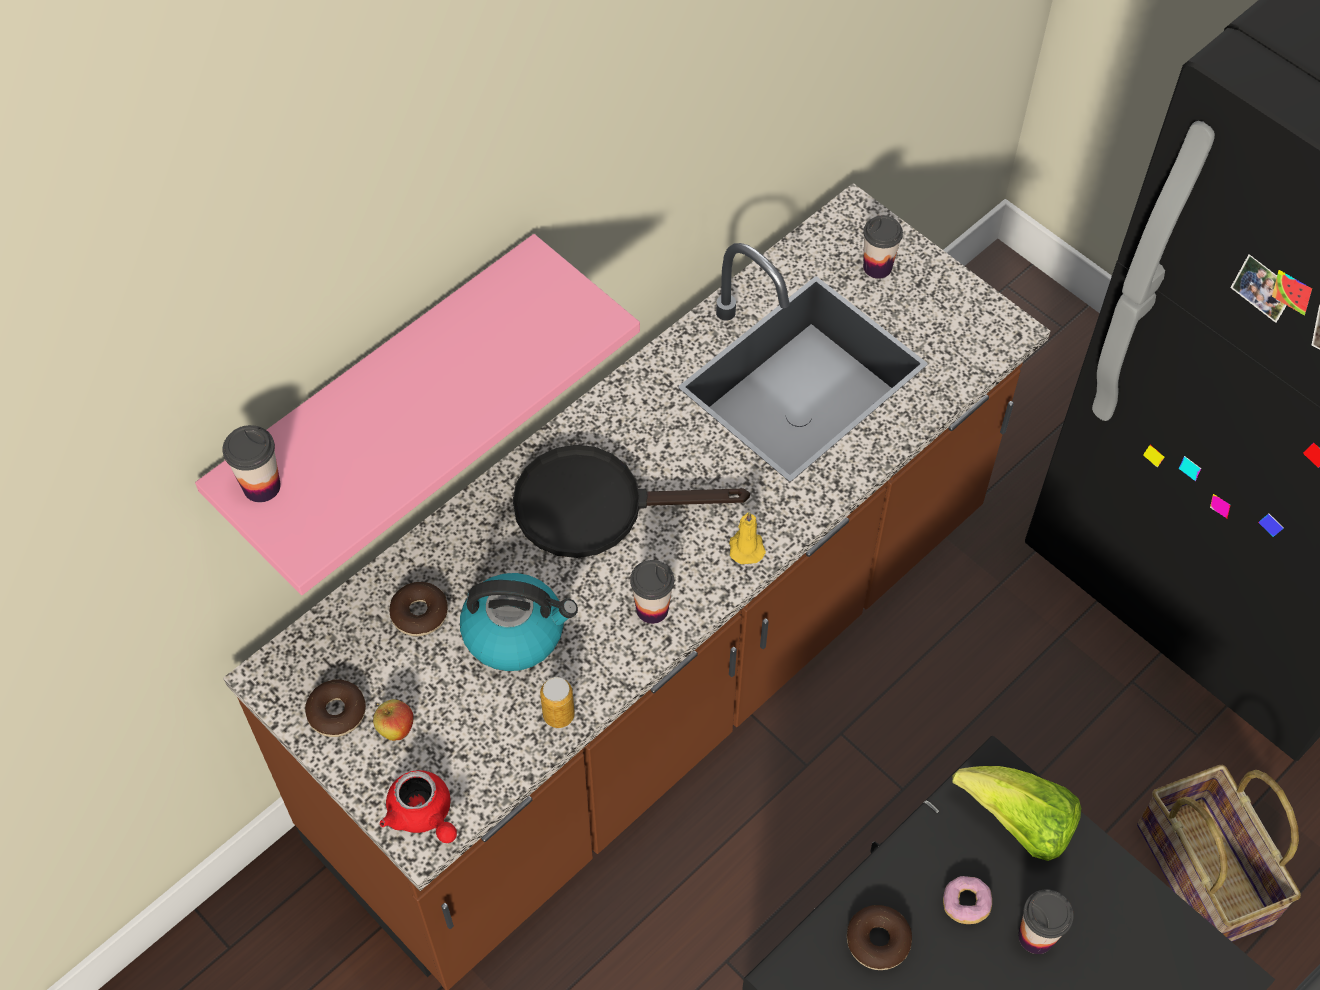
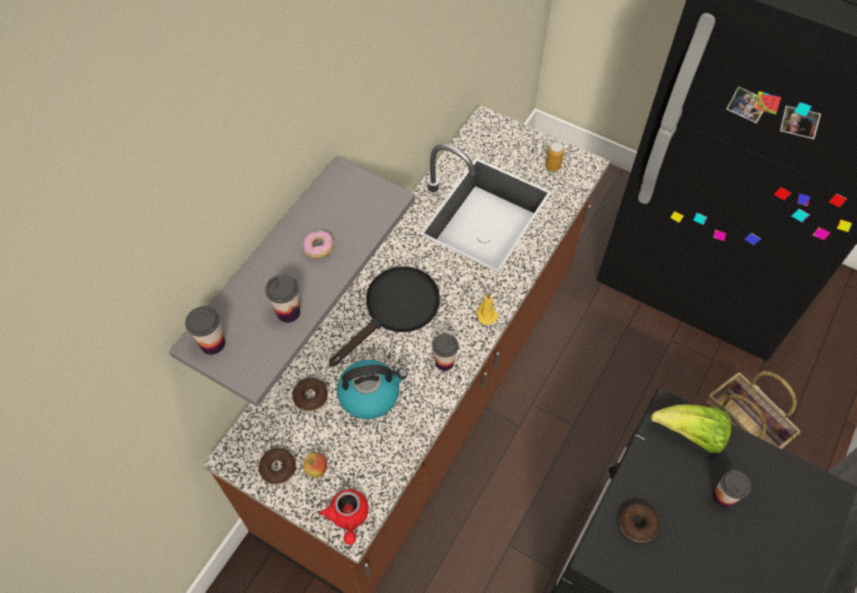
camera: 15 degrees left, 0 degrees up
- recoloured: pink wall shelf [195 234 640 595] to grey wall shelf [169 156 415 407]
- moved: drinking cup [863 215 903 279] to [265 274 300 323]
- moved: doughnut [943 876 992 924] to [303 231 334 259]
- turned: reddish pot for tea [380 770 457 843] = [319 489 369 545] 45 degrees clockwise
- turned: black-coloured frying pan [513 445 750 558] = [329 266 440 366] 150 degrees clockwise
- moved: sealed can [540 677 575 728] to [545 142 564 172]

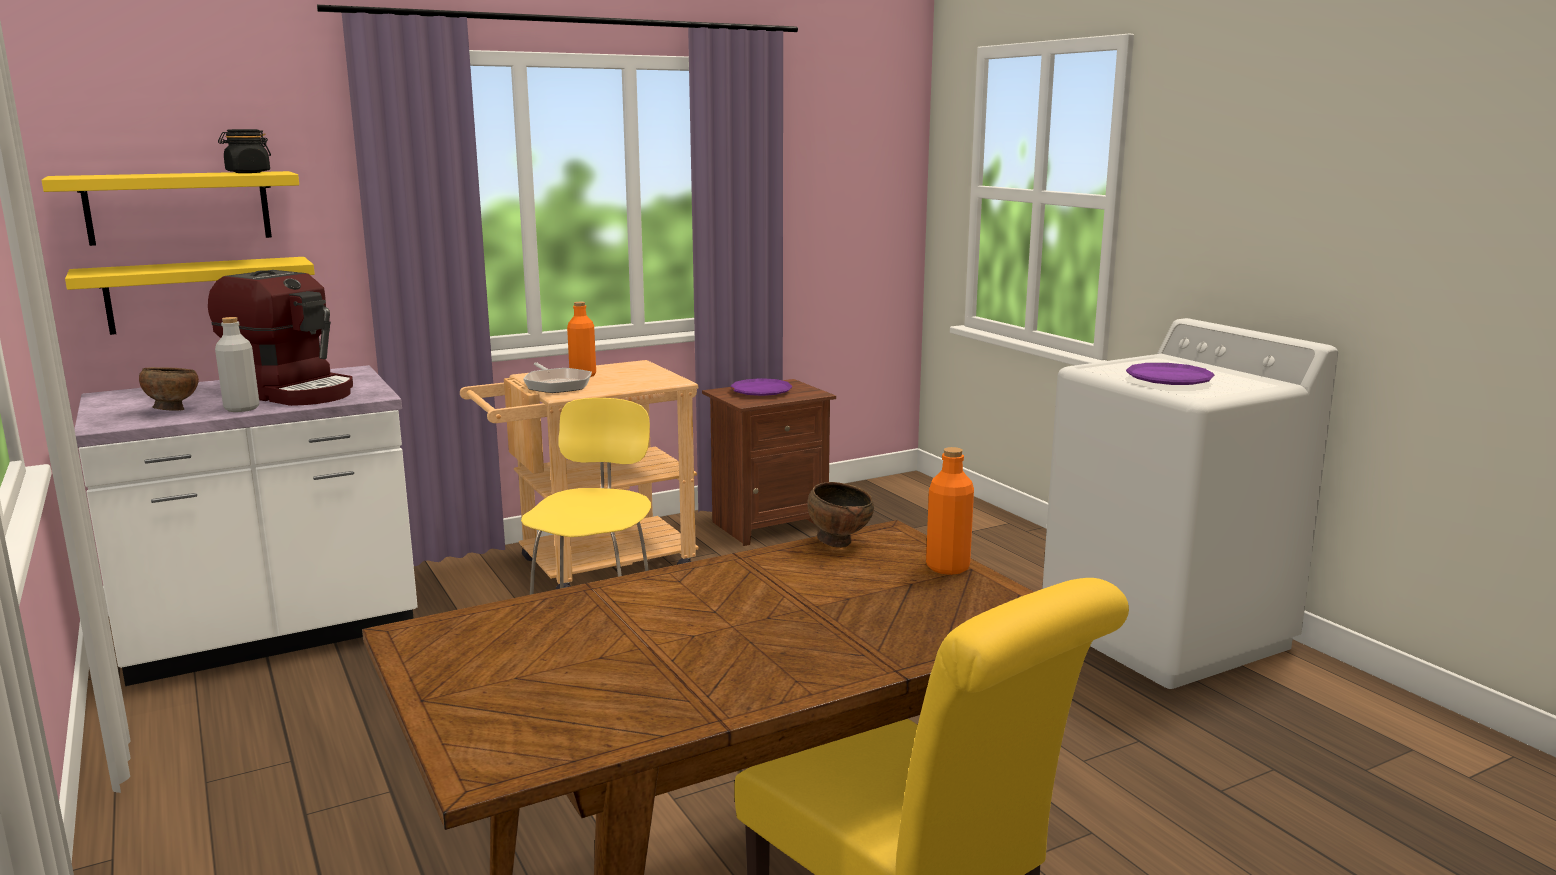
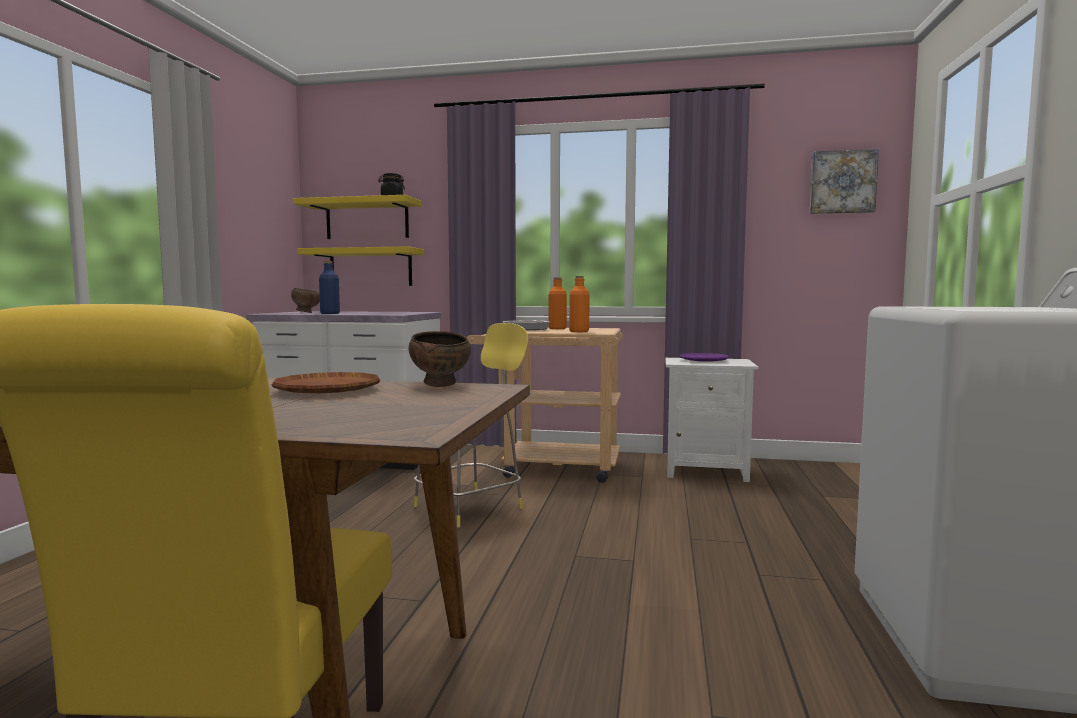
camera: 40 degrees right, 10 degrees down
- added: brown-coloured plate [272 372 380 394]
- recoloured: grey drink bottle [215 317 260 412] to blue-coloured drink bottle [319 261 340 314]
- moved: orange drink bottle [926 447 974 575] to [569 276 590 332]
- recoloured: brown-coloured nightstand [702 379 836 546] to white nightstand [665 358 758 482]
- added: wall picture [810 149 879 214]
- removed: coffee machine [208 270 353 406]
- removed: purplish plate [1126 363 1214 385]

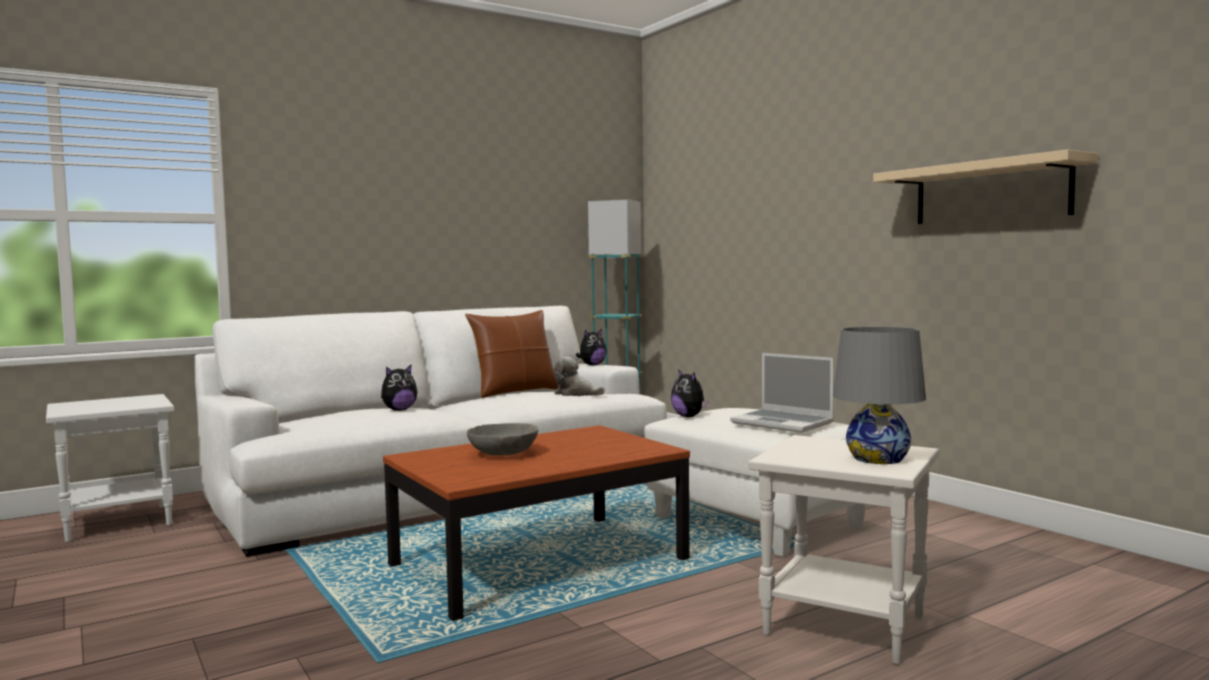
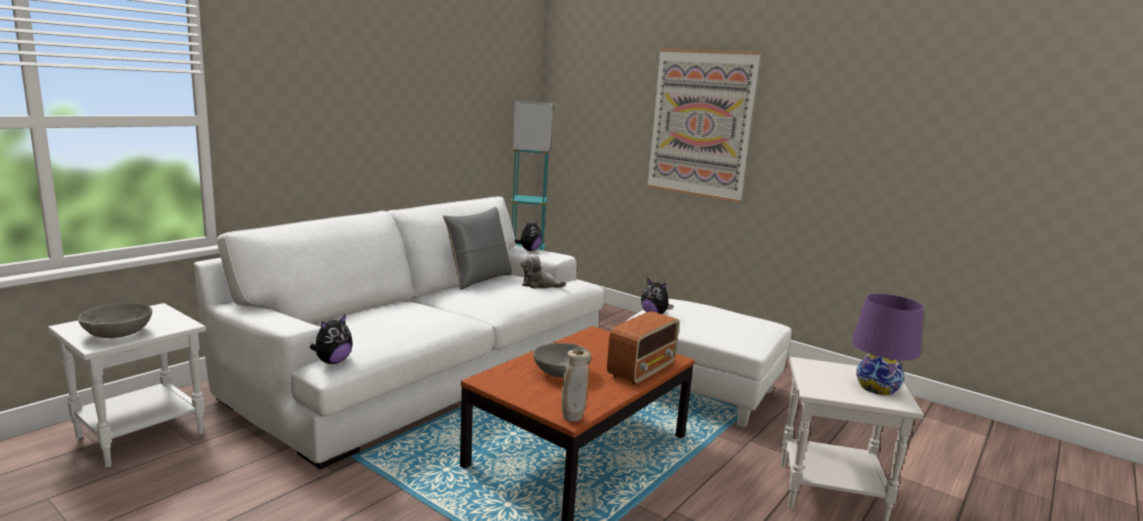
camera: 20 degrees left, 10 degrees up
- added: grey bowl [78 303 152 338]
- moved: cuddly toy [381 365 417 411] to [310 314 353 364]
- recoloured: brown-coloured pillow [465 310 558 398] to grey pillow [443 207 512 290]
- added: beige decorative vase [561 350 590 422]
- added: radio [607 311 679 385]
- added: wall picture [647 48 761 203]
- recoloured: grey lamp for a table [833 327 926 464] to purplish lamp for a table [852 294 924 395]
- removed: notebook computer [730 353 834 433]
- removed: beige wall shelf [873 150 1099 224]

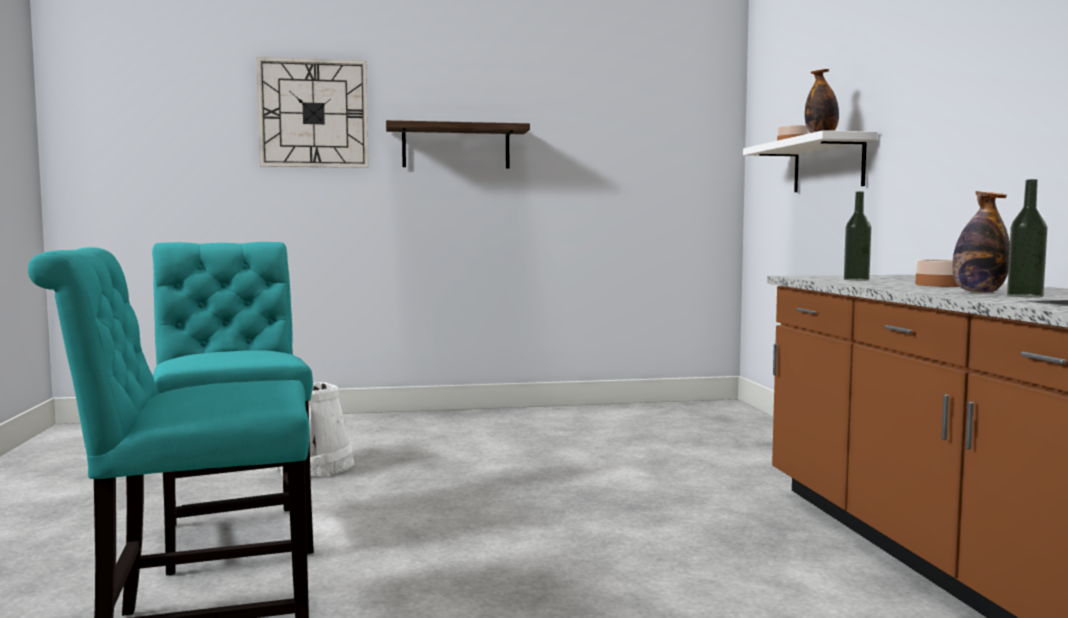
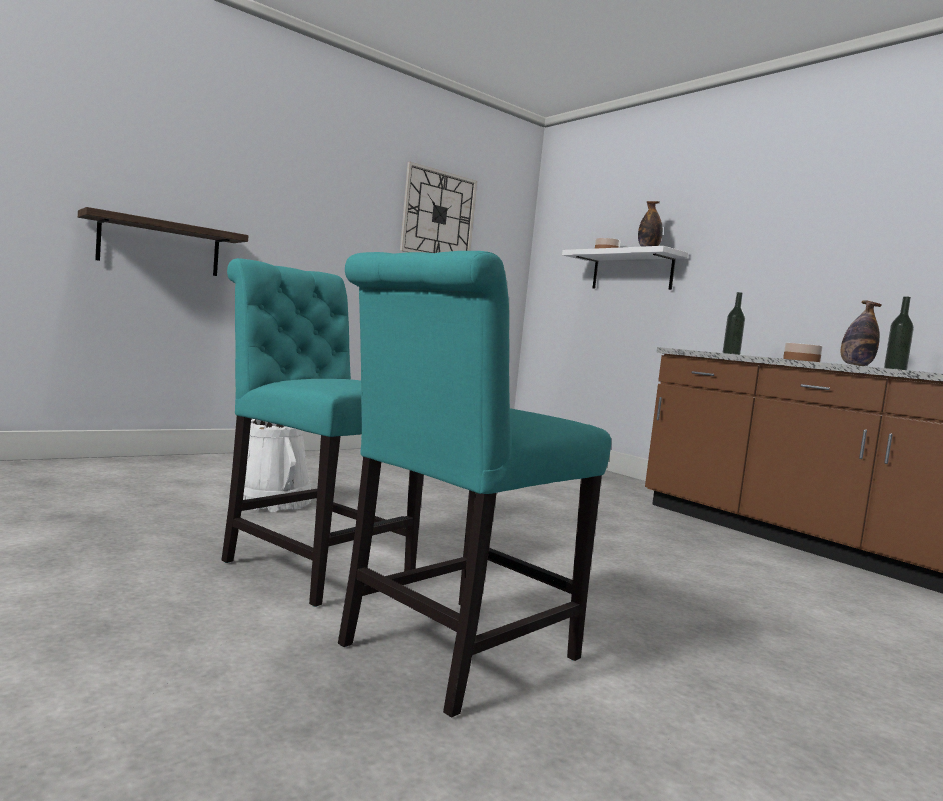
camera: 30 degrees left, 0 degrees up
- moved: wall shelf [386 120 530 169] to [78 207 248 276]
- moved: wall clock [257 57 369 168] to [400 162 477 253]

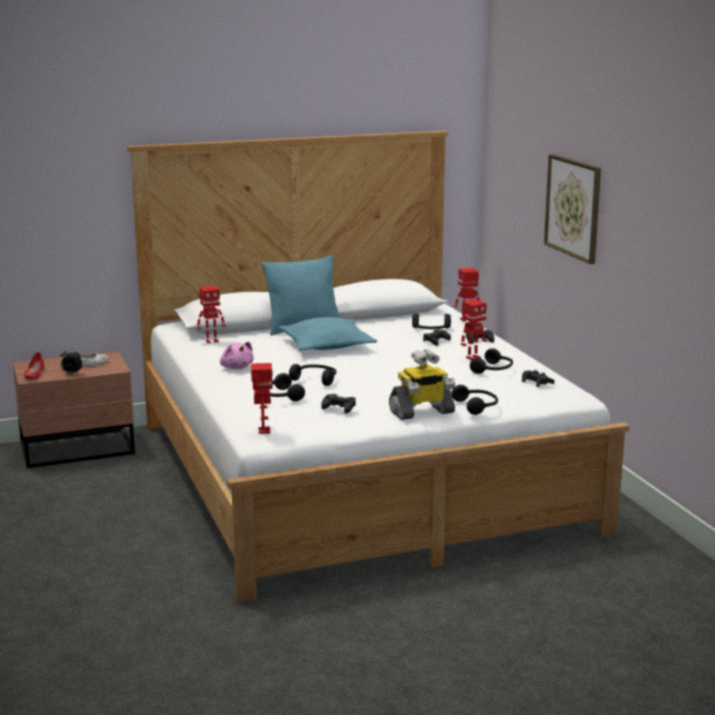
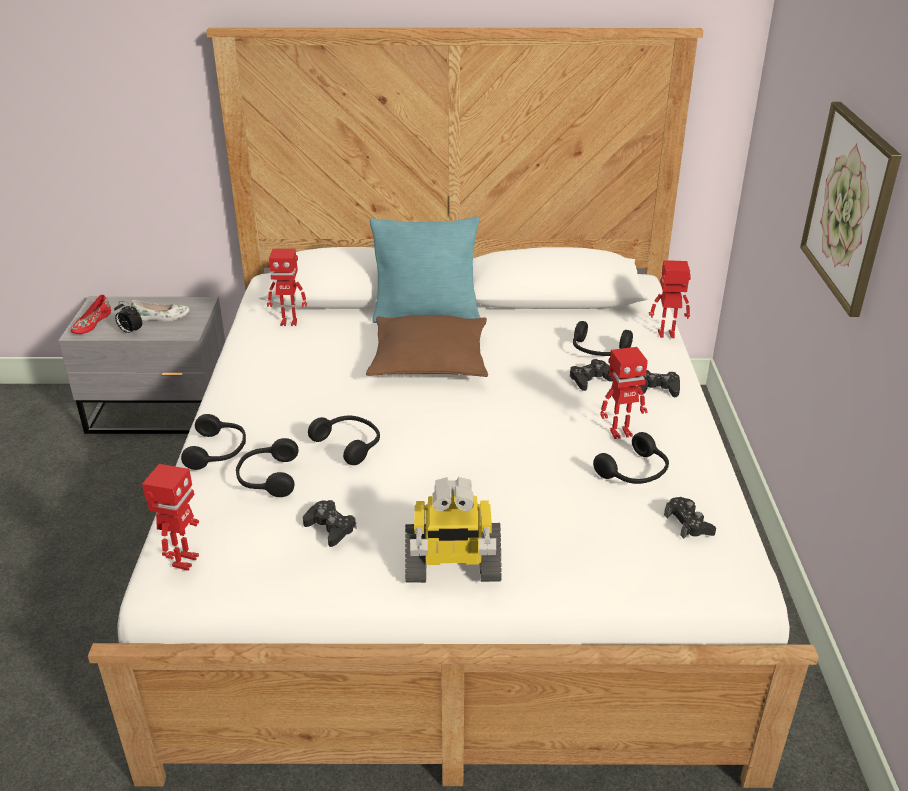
camera: 20 degrees right, 15 degrees up
- recoloured: brown-coloured nightstand [13 351 135 468] to grey nightstand [58 297 225 434]
- moved: black-coloured pair of headphones [451 385 498 415] to [181 414 246 470]
- recoloured: blue-green pillow [279 317 377 351] to brown-coloured pillow [366 315 488 377]
- removed: pink cuddly toy [220 342 254 369]

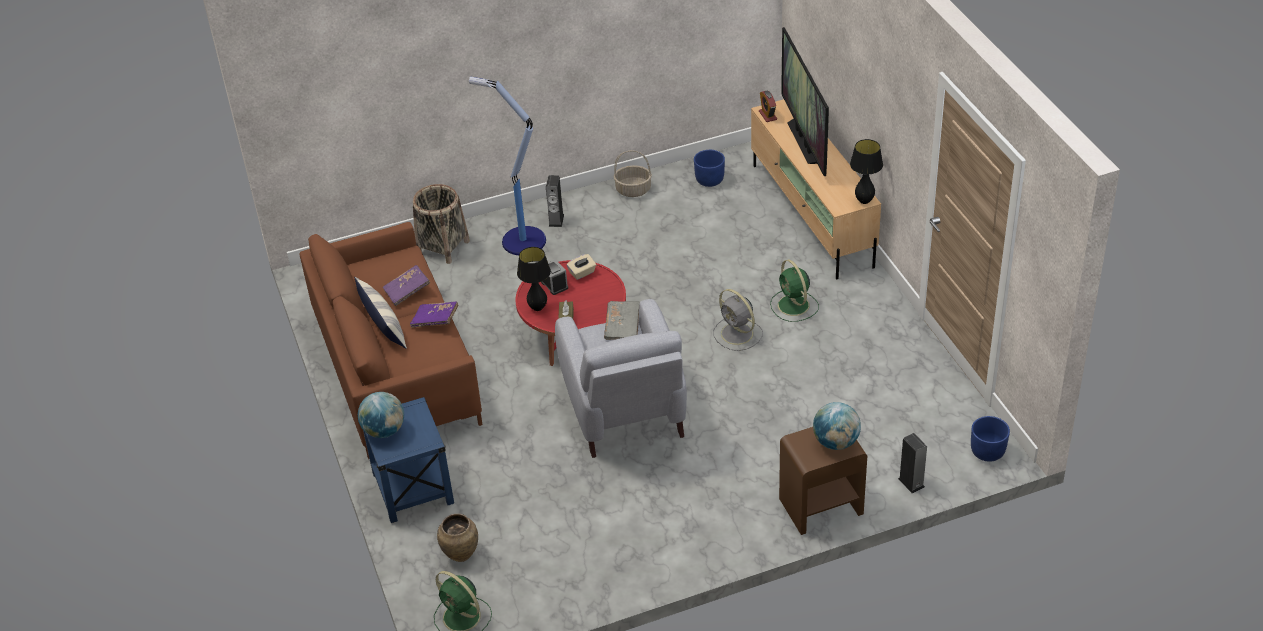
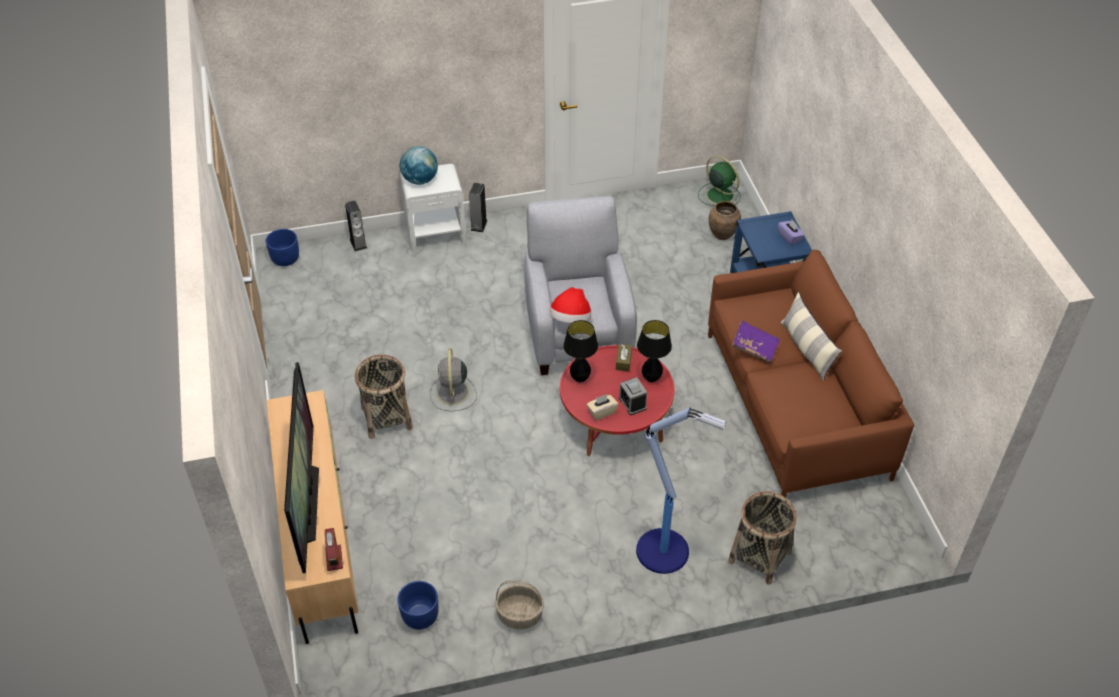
camera: 175 degrees left, 5 degrees up
- replaced: greenish electric fan [770 260 819 322] to household basket [355 355 413 439]
- recoloured: brown-coloured nightstand [779 427 868 535] to white nightstand [400 164 466 254]
- turned: grey electric fan [713 289 763 351] = [430 348 477 411] 150 degrees counterclockwise
- moved: speaker [546 175 564 227] to [469 183 488 233]
- replaced: grey volume [604 301 640 340] to hat [550 287 591 323]
- moved: black-coloured lamp for a table [850 139 883 204] to [563 320 598 382]
- replaced: world globe [358 392 404 438] to purplish tissue box [778 220 804 245]
- removed: purplish volume [383 265 430 306]

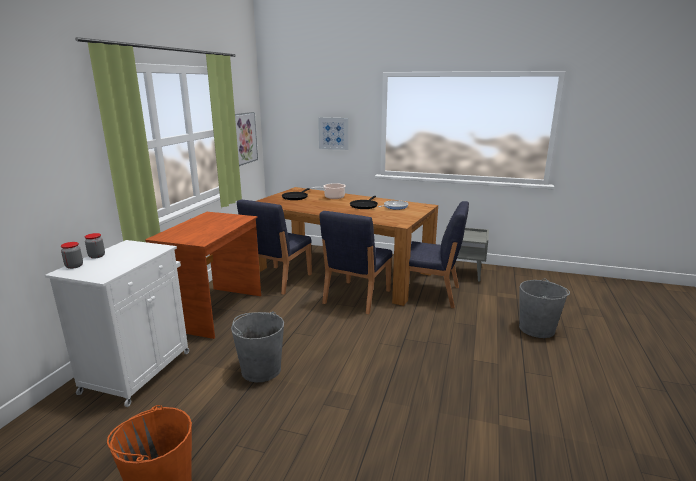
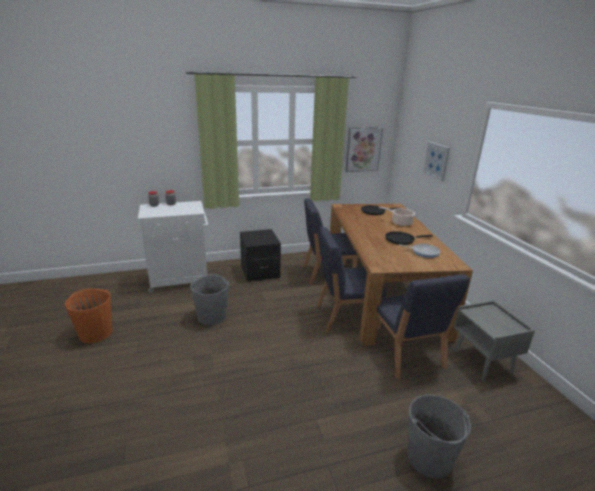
camera: 55 degrees right, 5 degrees up
- replaced: brown-coloured desk [145 212 261 339] to black-coloured nightstand [240 229 281 282]

